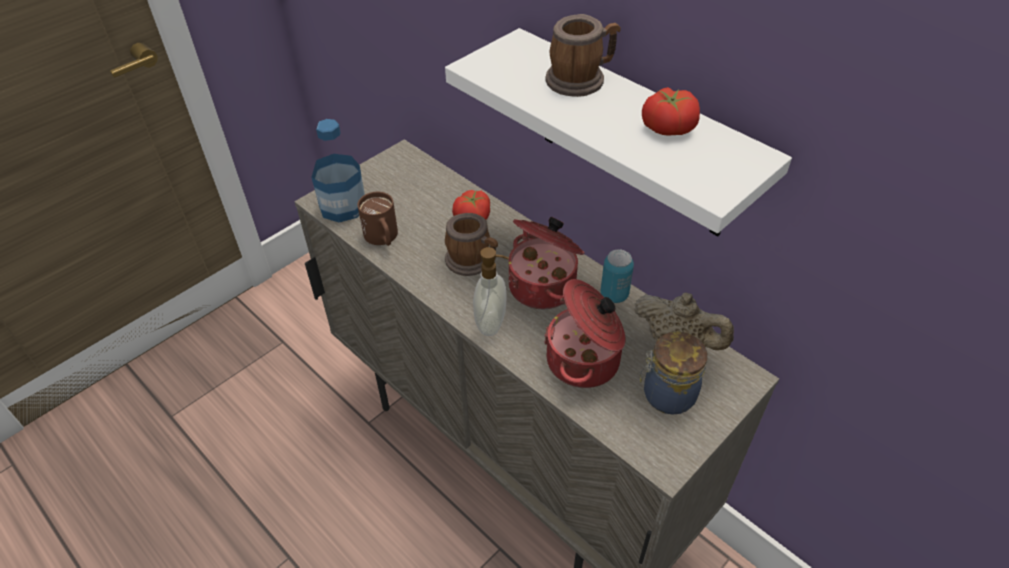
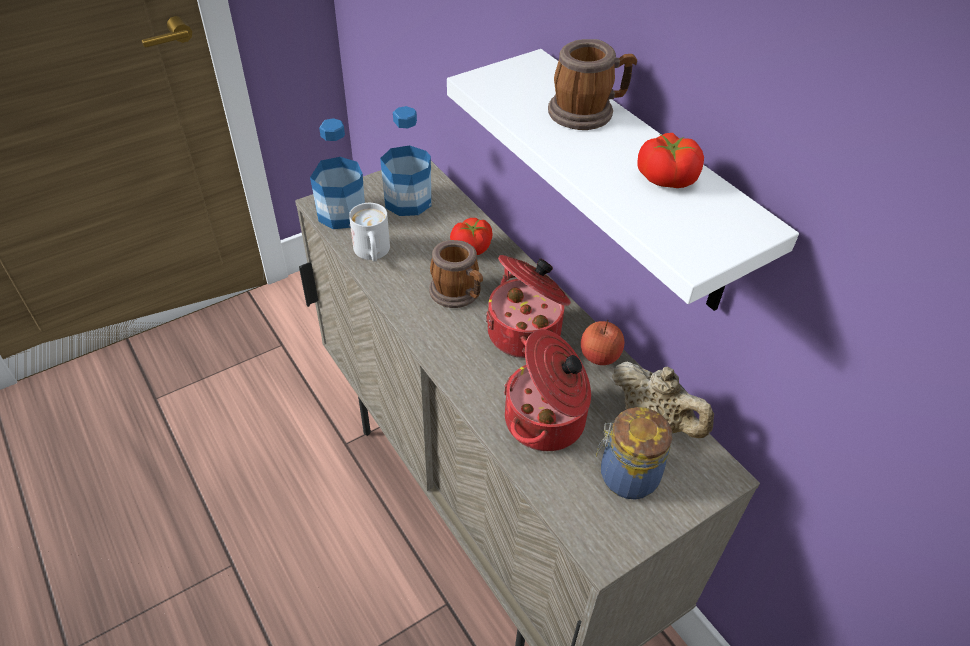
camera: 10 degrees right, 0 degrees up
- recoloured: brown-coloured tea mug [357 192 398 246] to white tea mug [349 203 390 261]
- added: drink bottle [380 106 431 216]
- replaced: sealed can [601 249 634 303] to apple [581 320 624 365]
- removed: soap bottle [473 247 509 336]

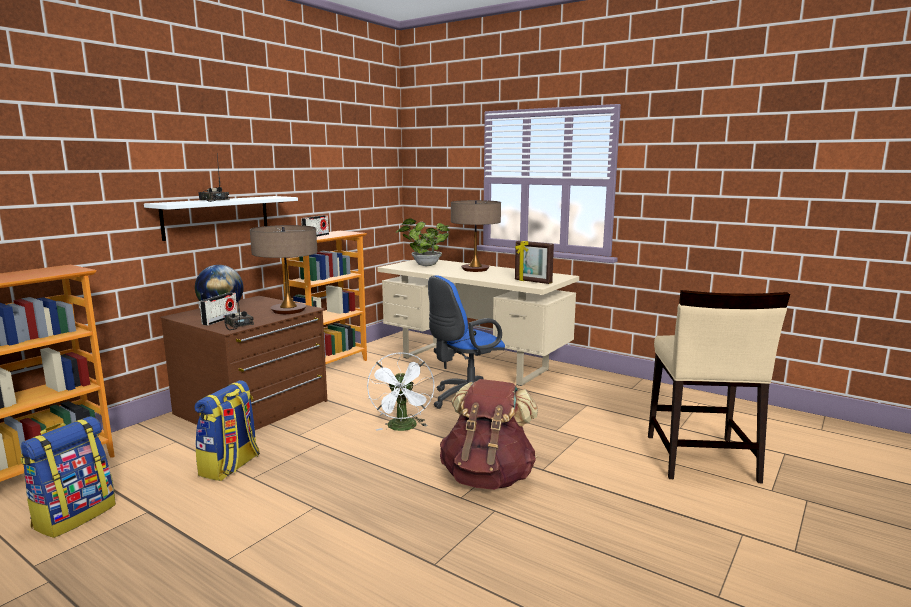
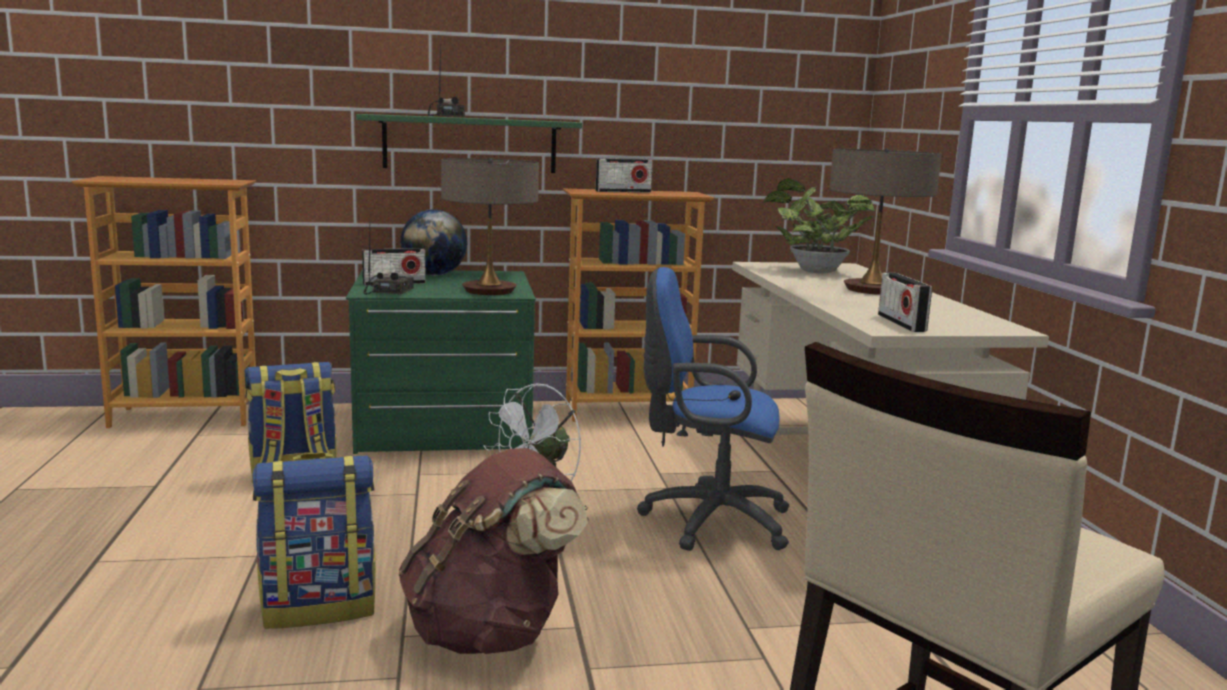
camera: 45 degrees right, 0 degrees up
- moved: backpack [20 416 116 538] to [253 452 376 629]
- recoloured: brown-coloured dresser [160 296 327 430] to greenish dresser [346 270 536 454]
- recoloured: white wall shelf [144 196 298 241] to greenish wall shelf [356 114 582 173]
- replaced: standing frame [515 241 554 284] to radio [878 272 932 332]

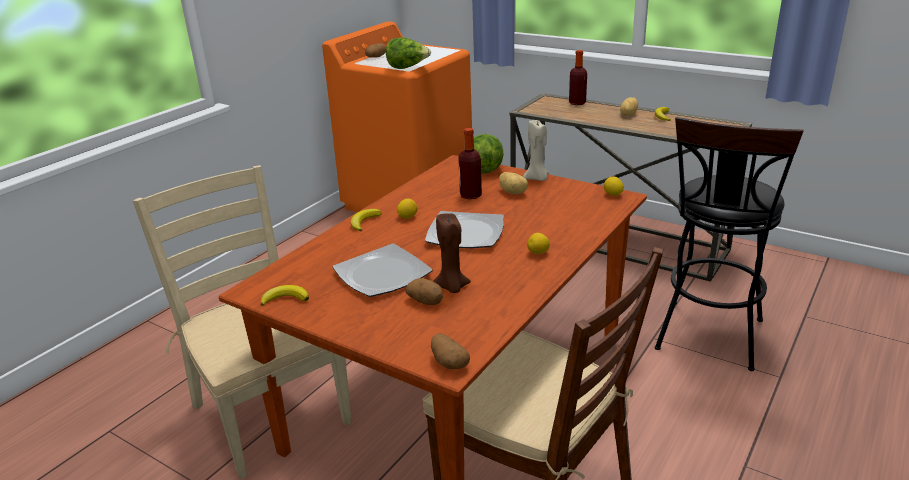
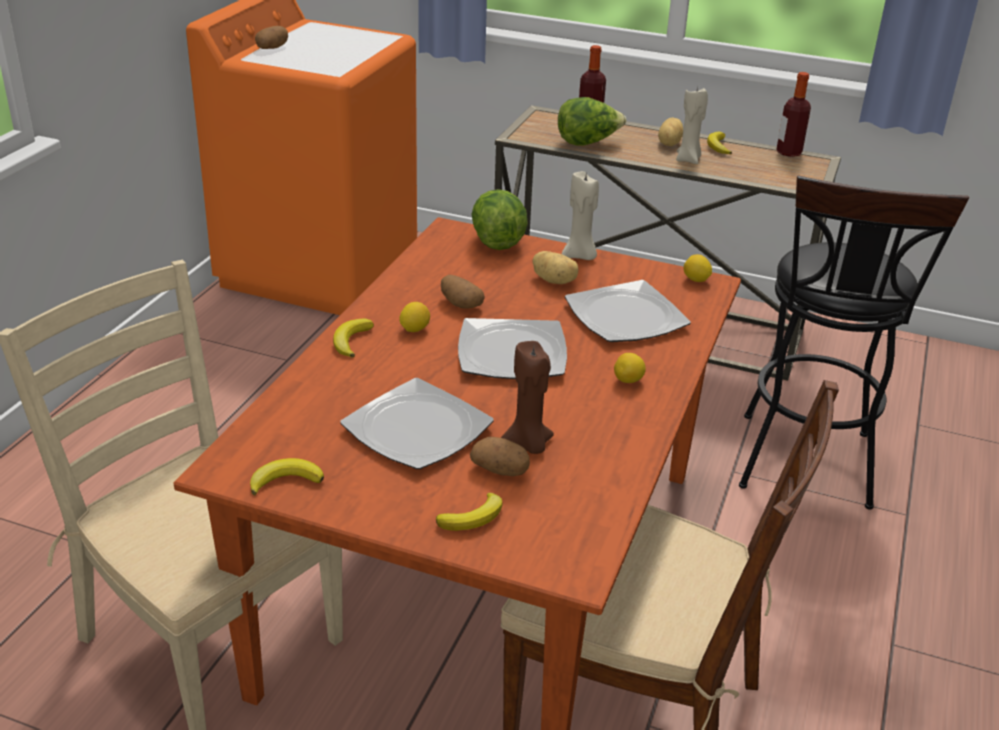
camera: 15 degrees left, 5 degrees up
- added: whole banana [436 493 503 531]
- moved: potato [431 333 470 369] to [441 275 485 308]
- moved: lettuce head [386 37 431 69] to [558 97 626 146]
- added: plate [565 280 691 342]
- added: beige candle [676 86 708 164]
- moved: drink bottle [458 128 482 199] to [776 72 811 157]

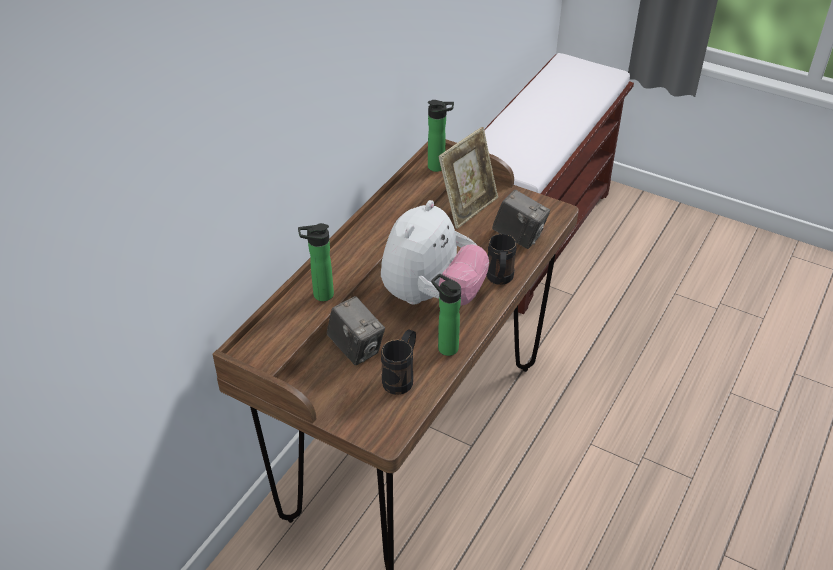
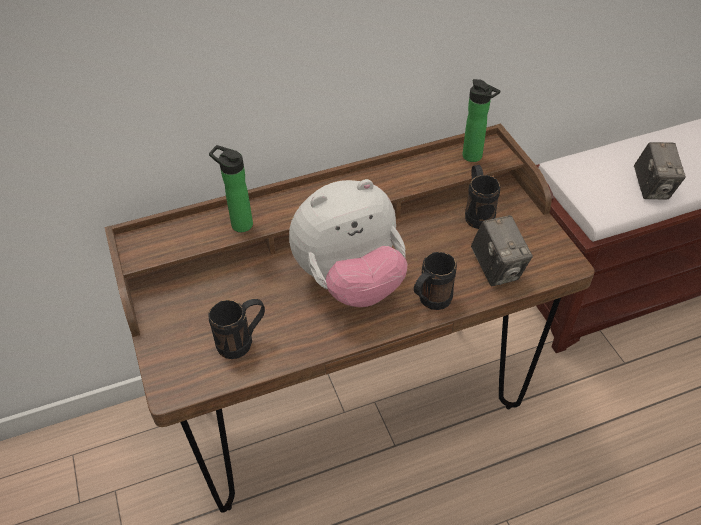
camera: 40 degrees right, 5 degrees up
- replaced: standing frame [438 127 498 229] to black-coloured tea mug [465 165 501 229]
- moved: photo camera [327 296 385 366] to [634 142 686 199]
- removed: drink bottle [431 274 461 356]

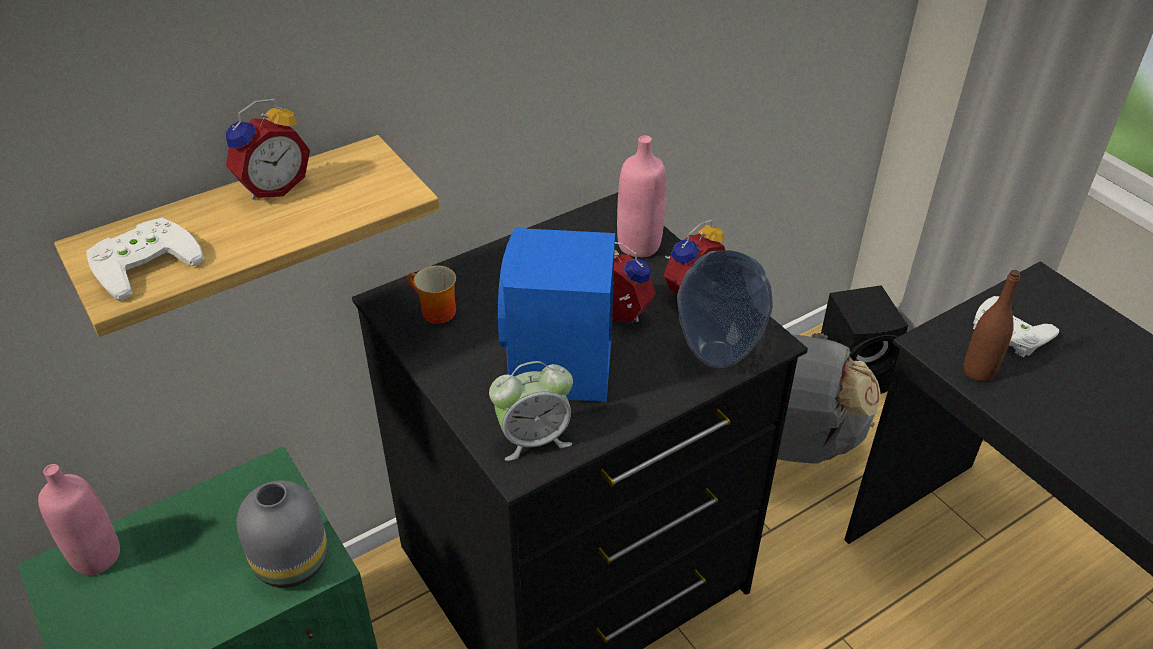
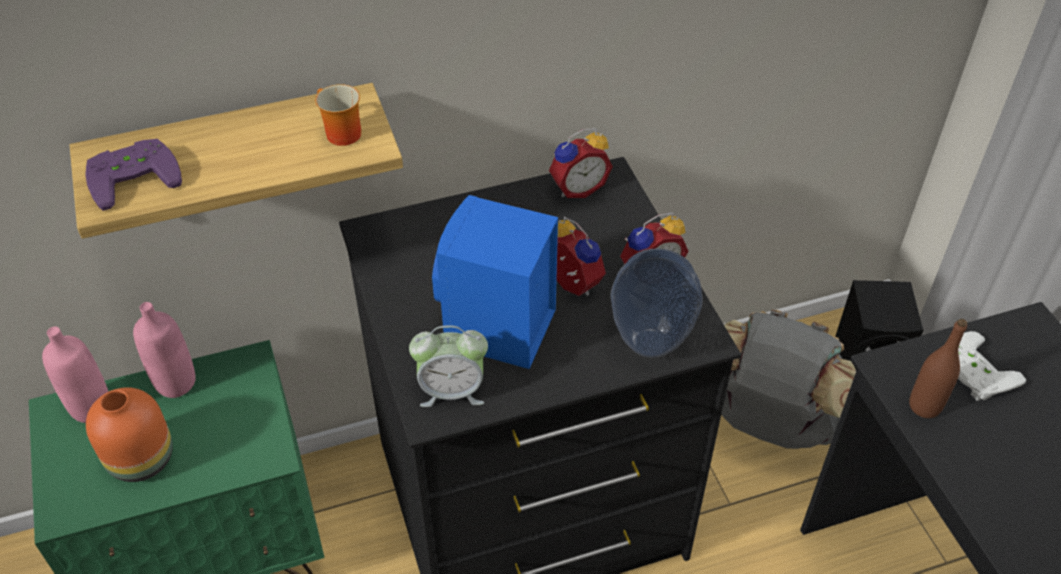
camera: 15 degrees right, 5 degrees up
- recoloured: white joypad [86 218 204 301] to purplish joypad [85 139 182 211]
- added: orange decorative vase [86 387 173 482]
- moved: pink drink bottle [617 135 666 257] to [133 302 196 398]
- moved: tea mug [408 265 456 324] to [315 84 361 146]
- moved: alarm clock [226 99 310 200] to [549 128 613 198]
- removed: grey decorative vase [237 480 328 588]

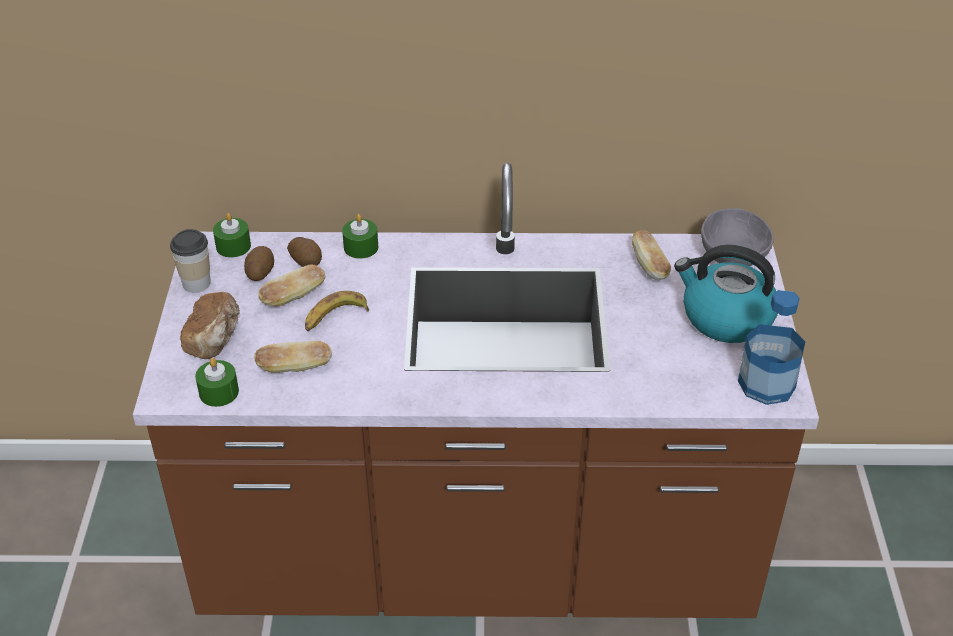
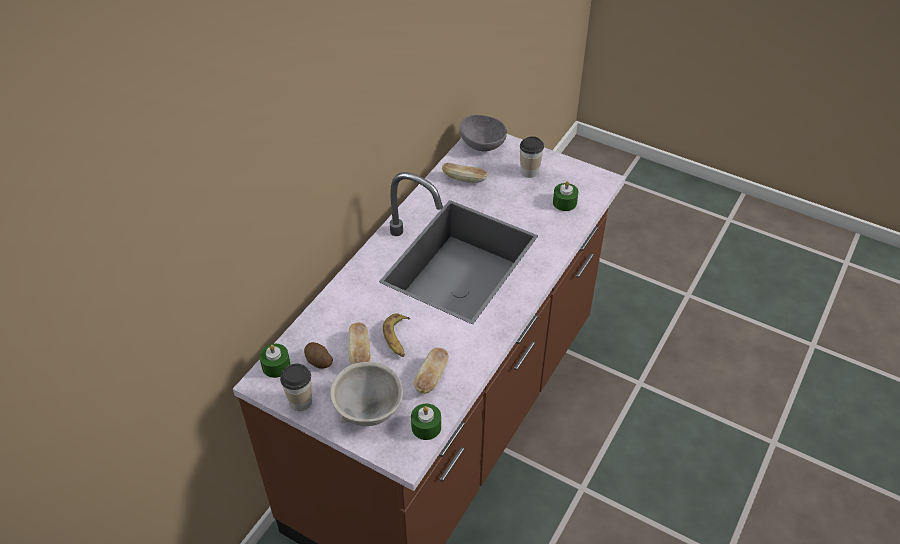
camera: 60 degrees left, 5 degrees up
- replaced: bread [180 292 240 359] to grey bowl [330 362 403 426]
- replaced: tea kettle [674 245 778 343] to drinking cup [520 136 544 178]
- moved: greenish candle [342 214 378 259] to [553 181 578 211]
- removed: potato [287 237 322 267]
- removed: drink bottle [738 290 805 405]

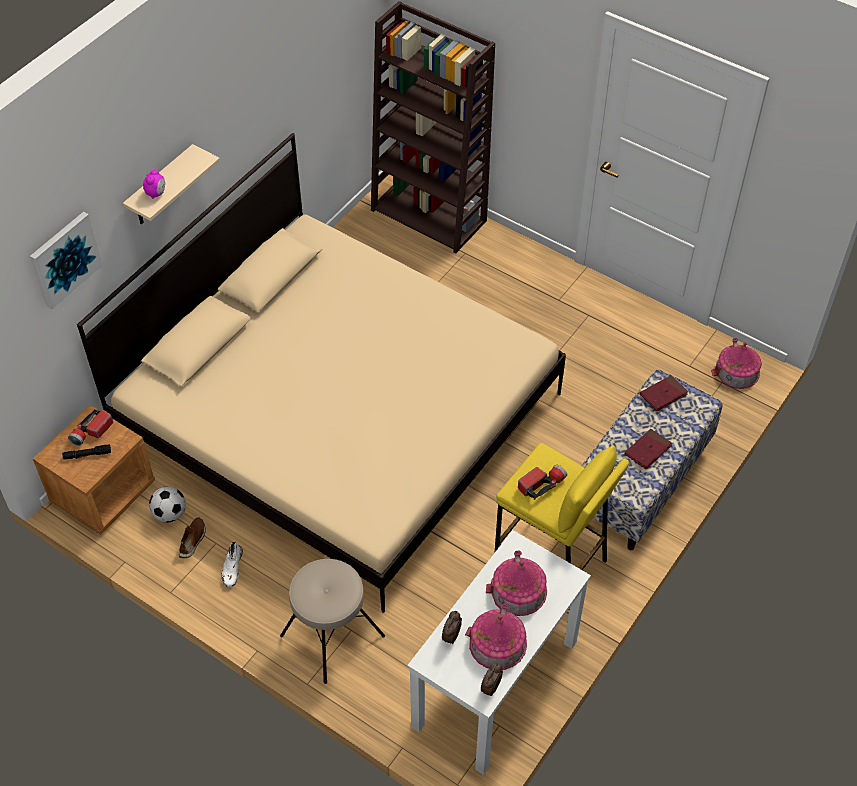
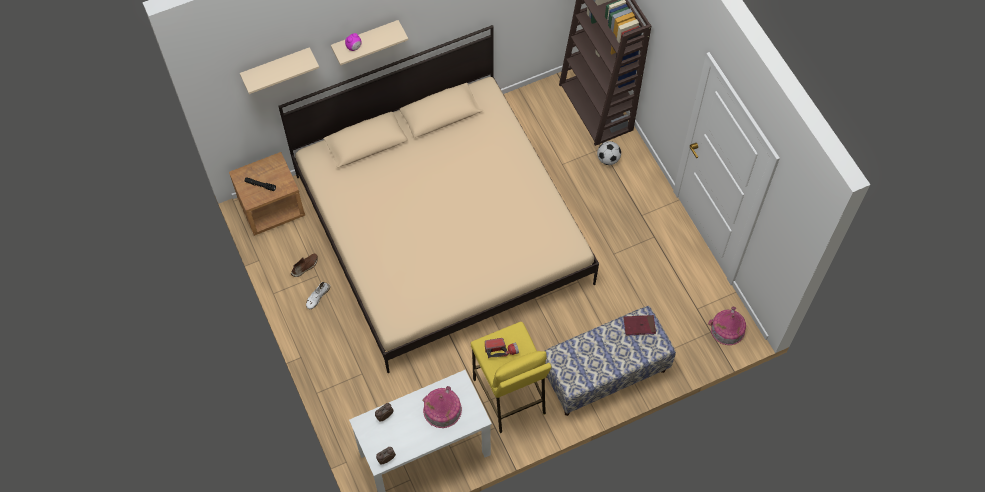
camera: 30 degrees right, 10 degrees up
- replaced: wall picture [30 212 103 309] to beige wall shelf [240 47 319 94]
- moved: ball for football [149 486 186 523] to [597 141 621 165]
- removed: flashlight [68 409 113 446]
- removed: beige stool seat [280 559 385 684]
- removed: miniature house [465 603 527 670]
- removed: reddish volume [625 429 672 469]

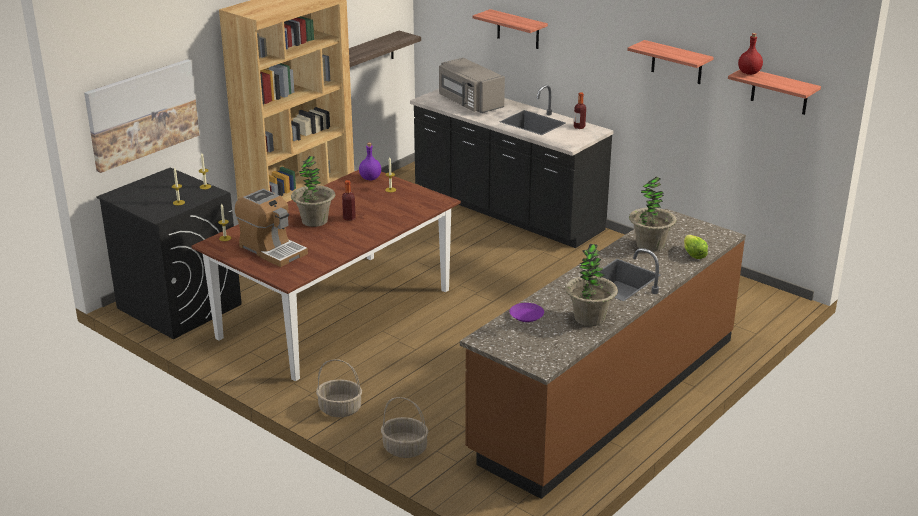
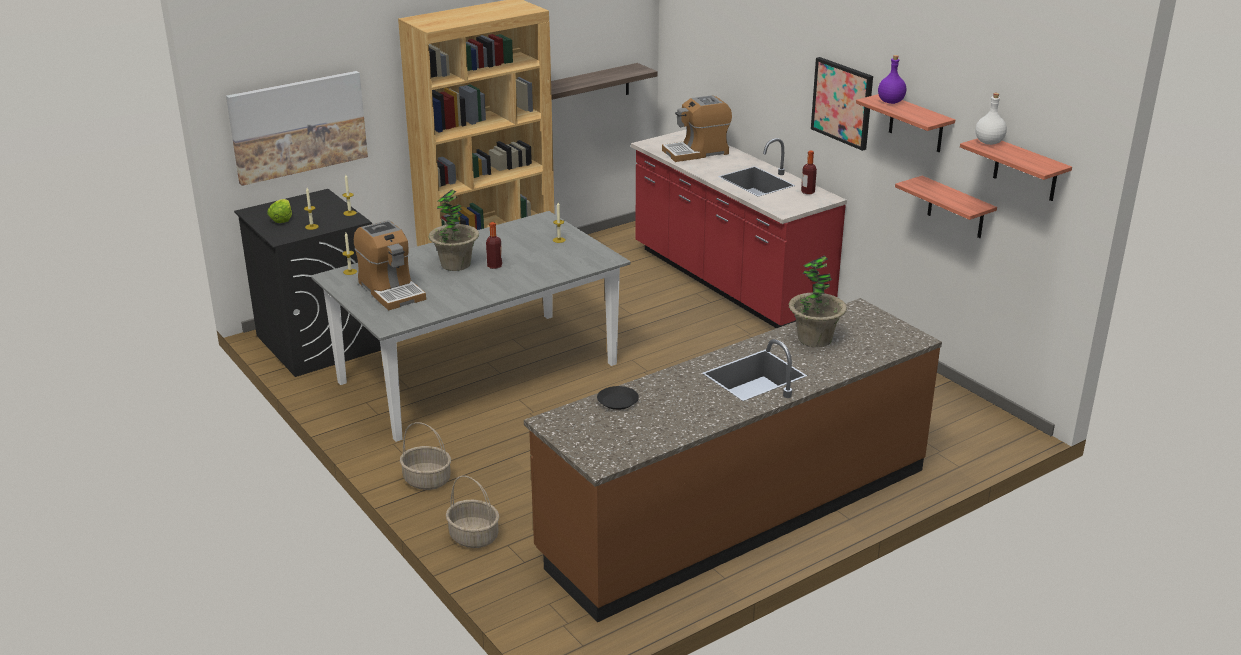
camera: 15 degrees right, 0 degrees up
- moved: lettuce head [684 235 708 259] to [267 199 292 223]
- recoloured: brown-coloured dining table [191 170 461 381] to grey dining table [311 211 631 442]
- recoloured: purplish plate [509 303 544 322] to black-coloured plate [597 386 639 410]
- recoloured: black-coloured kitchen base unit [410 85 614 248] to reddish kitchen base unit [631 129 847 328]
- replaced: grey kitchen microwave [439 58 505 113] to coffee machine [662 95 732 162]
- added: wall picture [811 57 873 151]
- moved: purplish drink bottle [359 143 381 180] to [878 55 906 104]
- moved: wall shelf [472 9 548 49] to [895 176 997 238]
- recoloured: reddish drink bottle [738 33 763 75] to white drink bottle [976 93 1007 145]
- removed: plant in a pot [565 244 618 326]

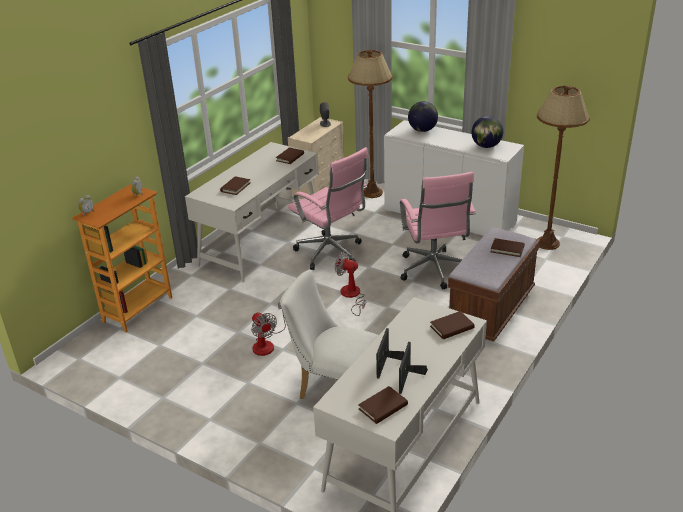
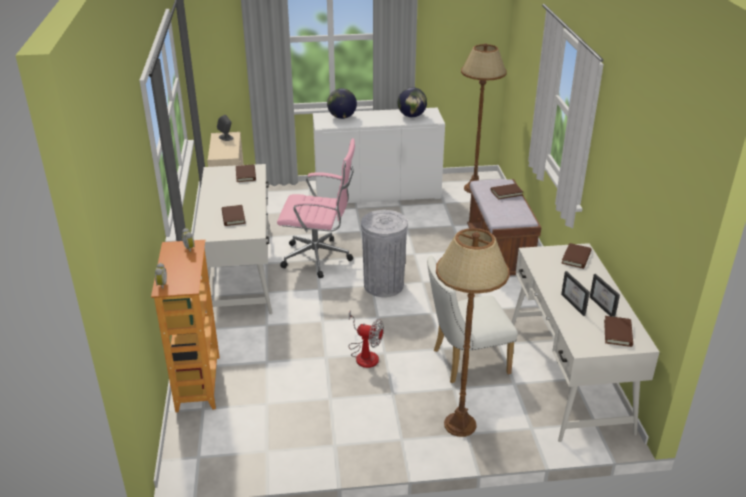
camera: 40 degrees left, 0 degrees up
- replaced: electric fan [335 251 366 316] to grey trash can [361 210 408 297]
- moved: brown-coloured floor lamp [348 50 393 198] to [436 228 509 437]
- removed: pink computer chair [400 172 476 289]

